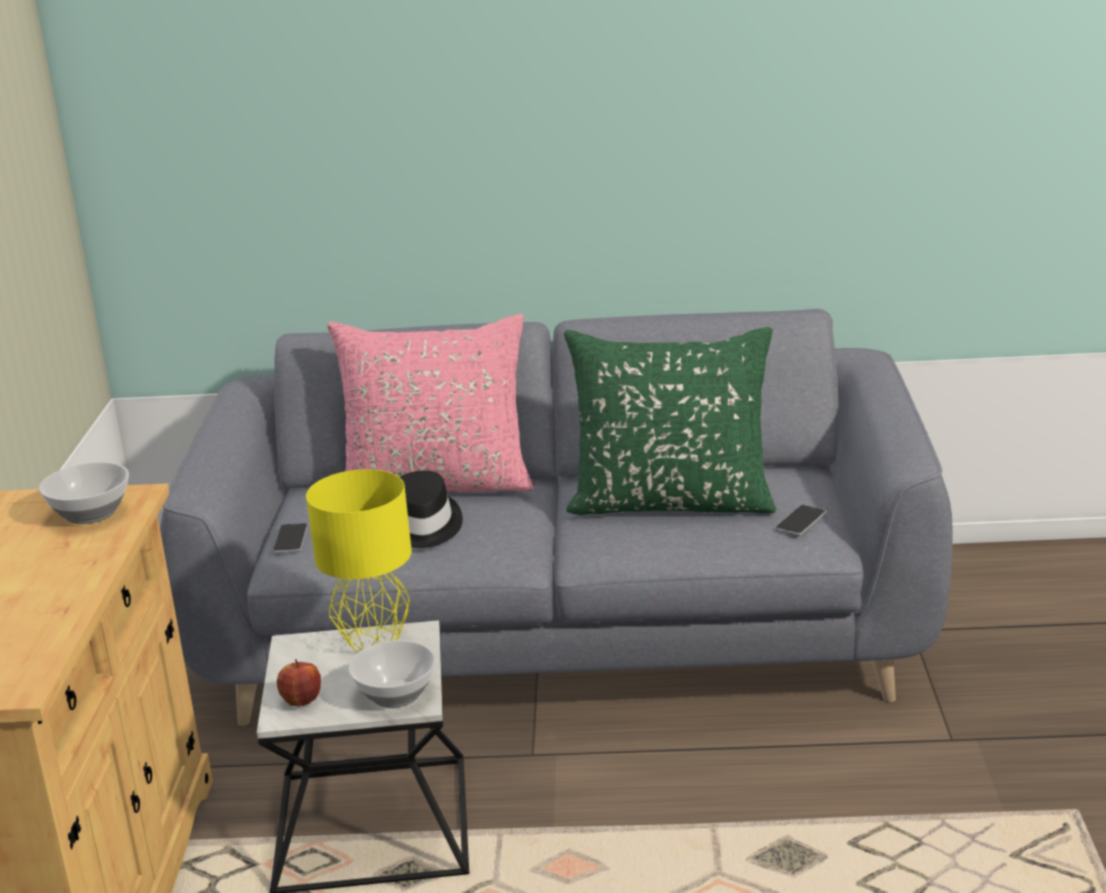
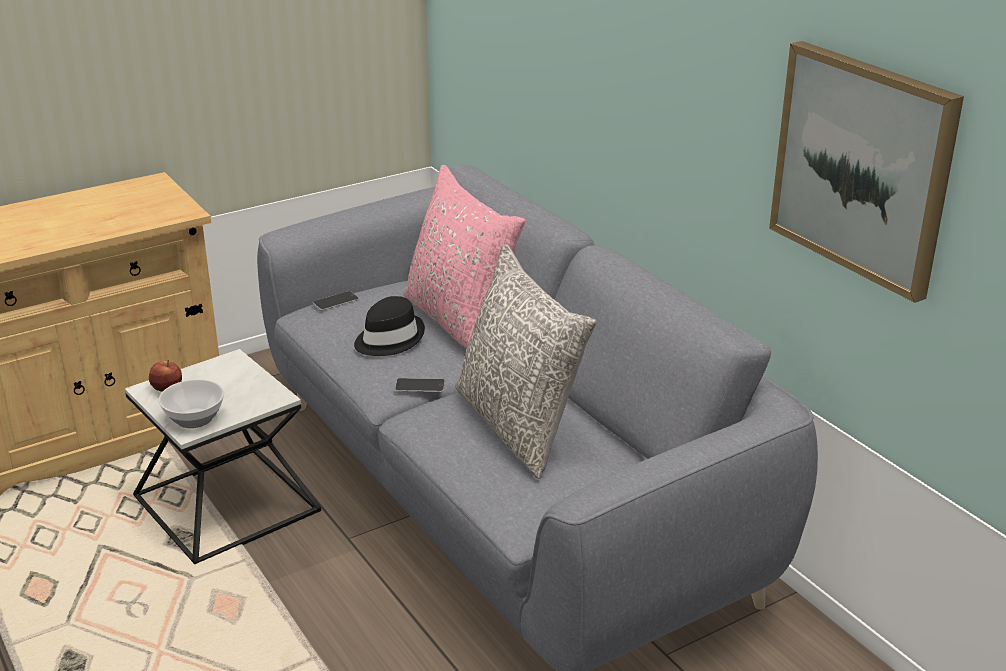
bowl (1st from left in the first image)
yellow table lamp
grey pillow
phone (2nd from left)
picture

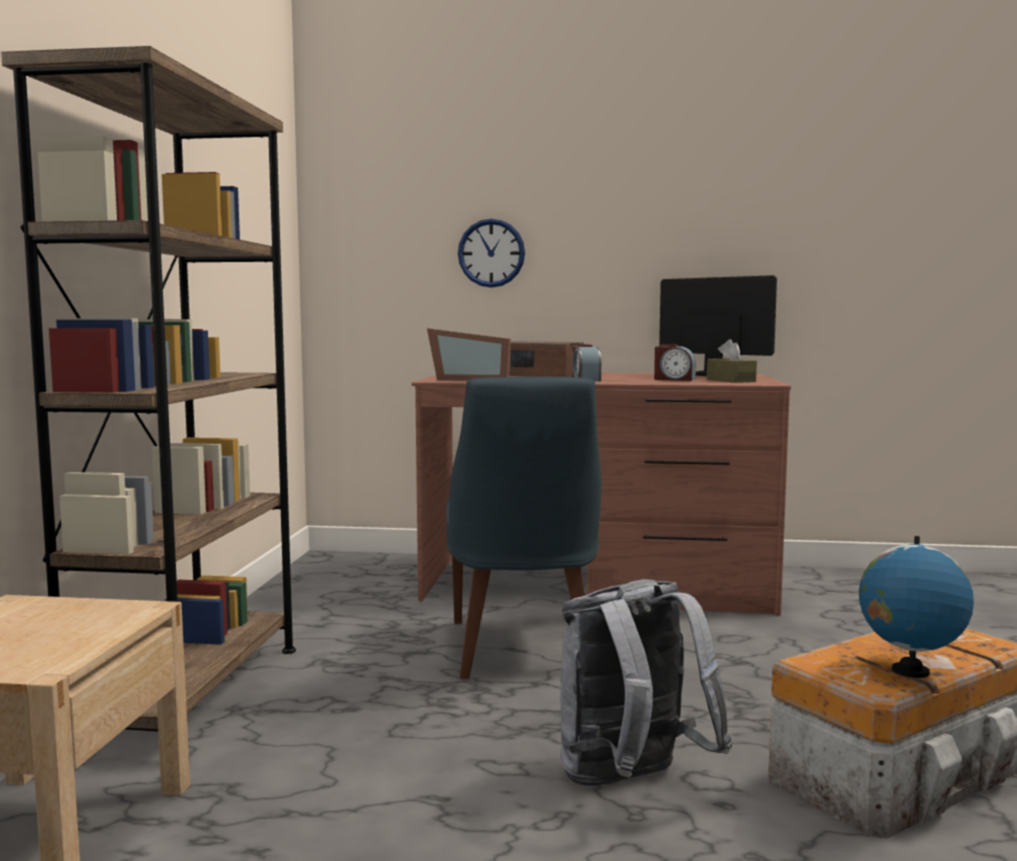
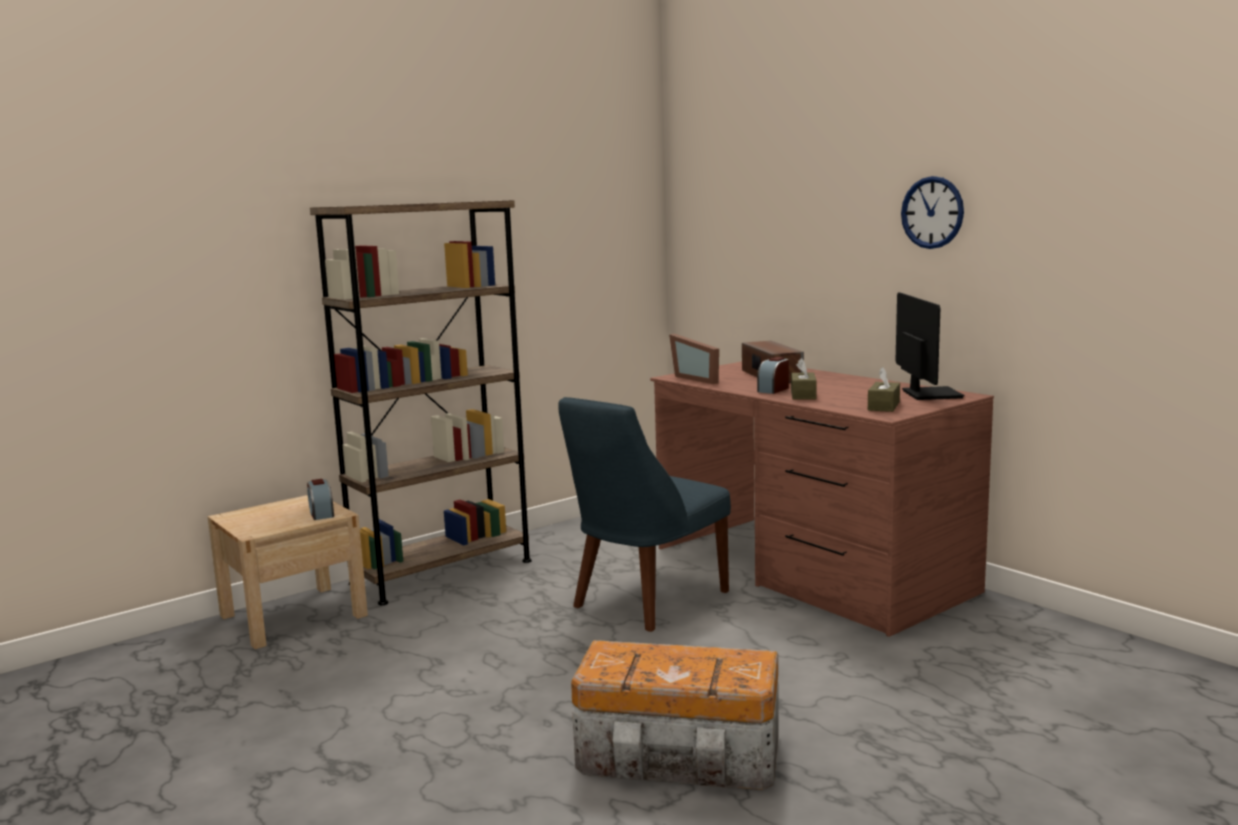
wall clock
grey backpack
alarm clock (1st from left)
globe
brown tissue box (1st from left)

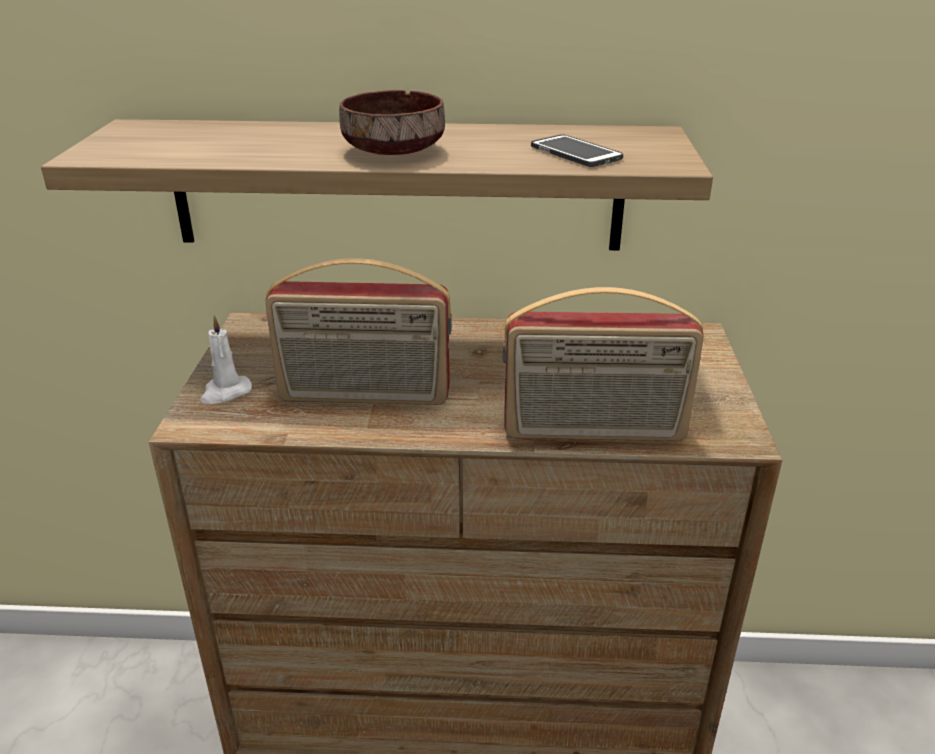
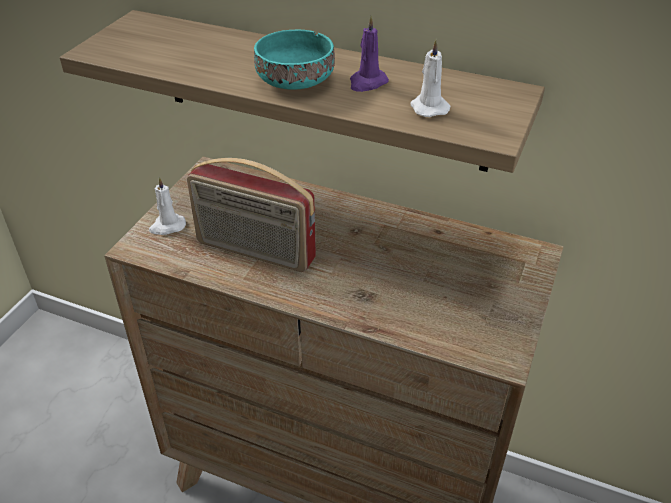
turquoise bowl
radio (2nd from left in the first image)
white candle (2nd from left)
purple candle

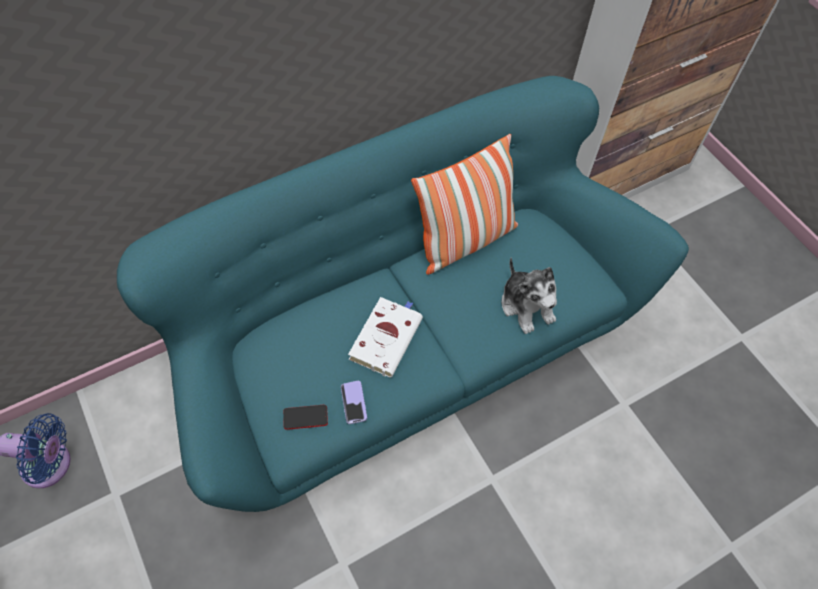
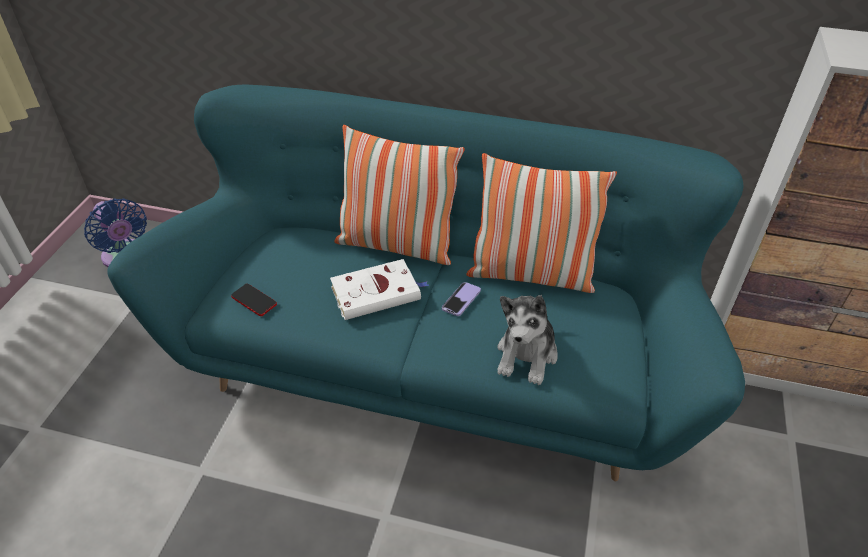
phone (2nd from left)
pillow (1st from left)

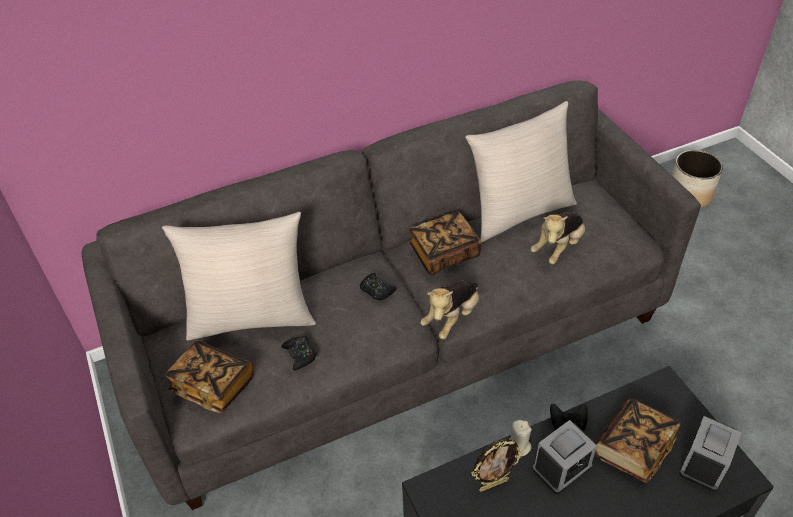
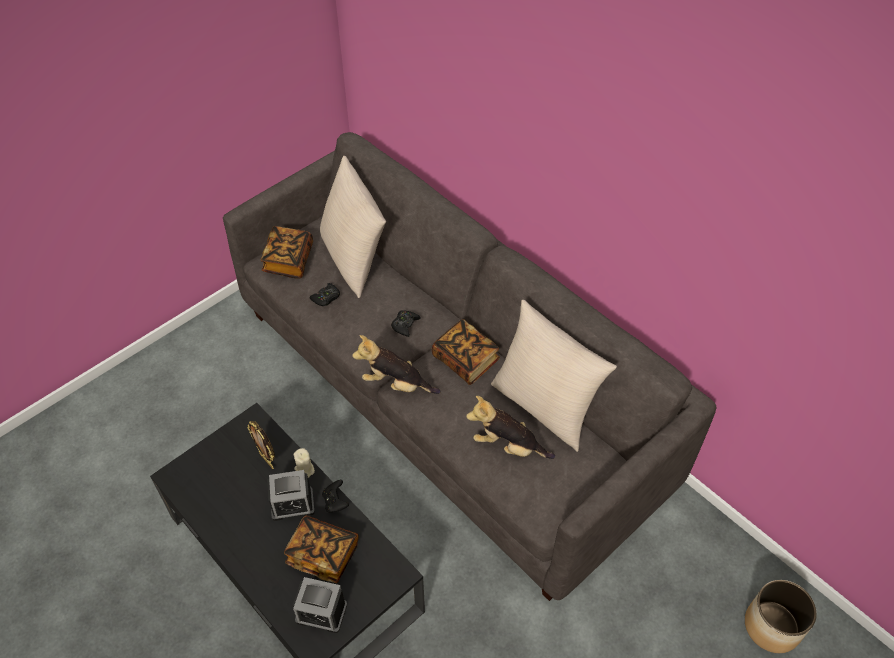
alarm clock (1st from left)

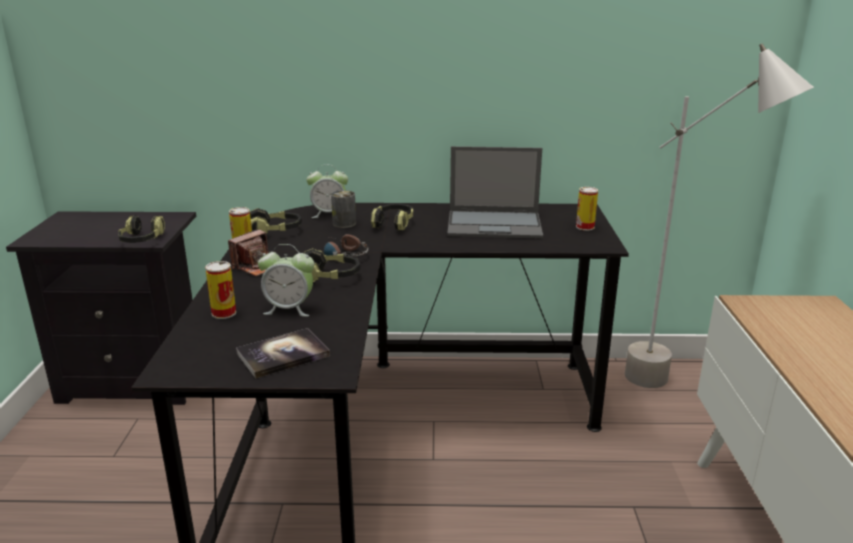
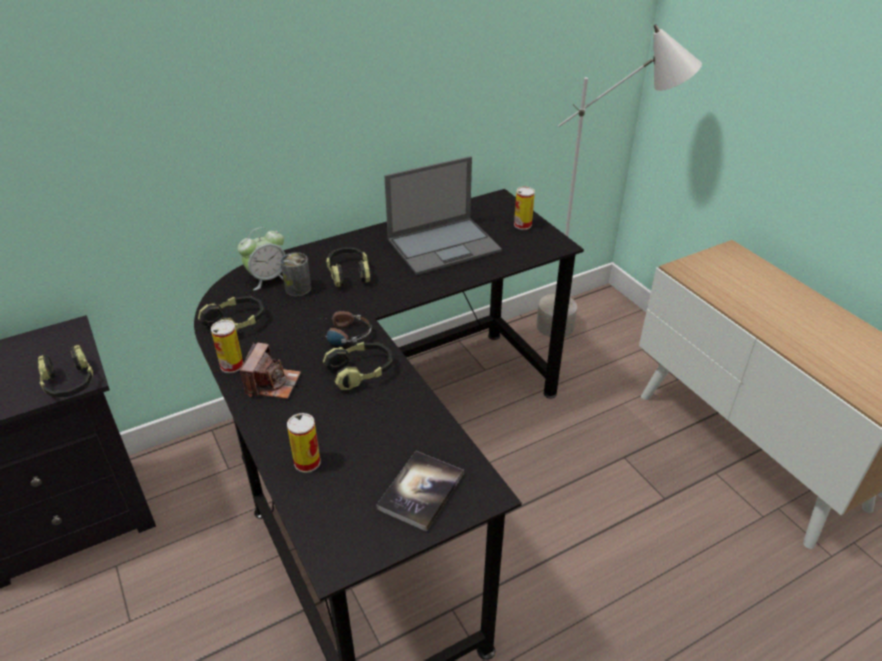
alarm clock (1st from left in the first image)

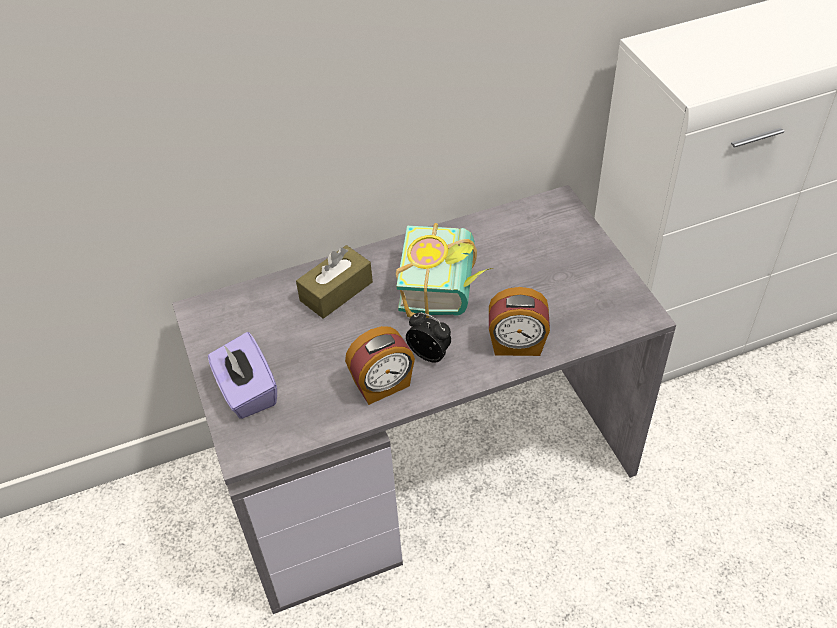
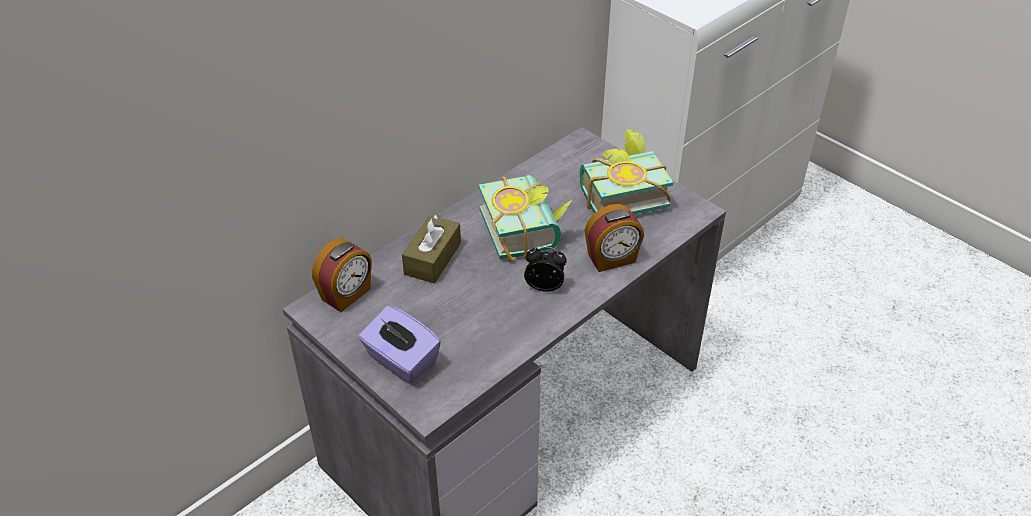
alarm clock (1st from left)
book (2nd from left)

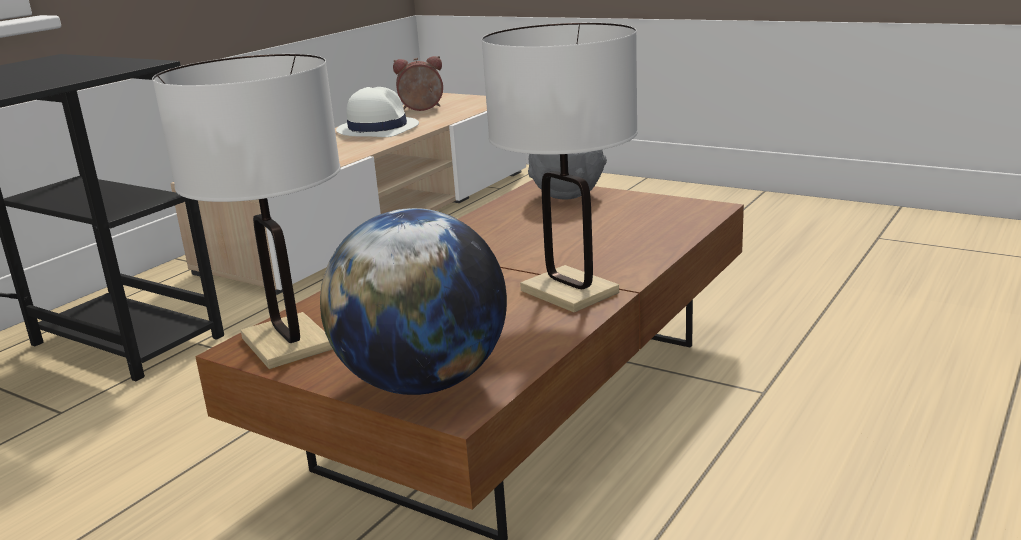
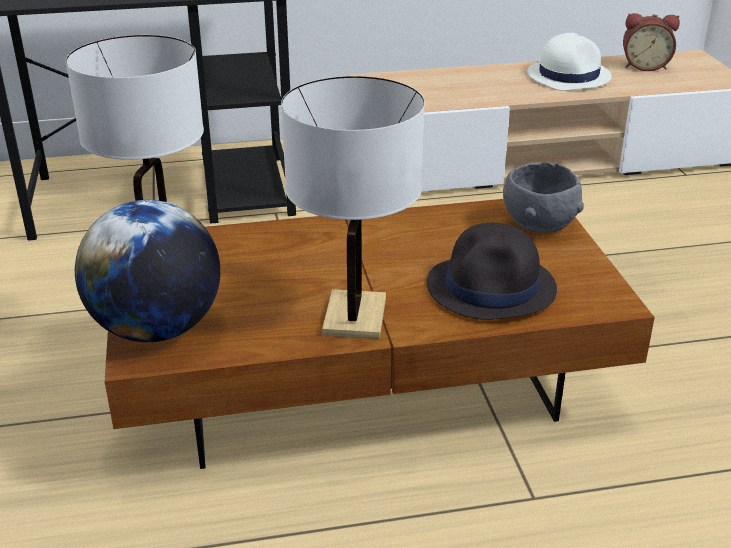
alarm clock
black hat

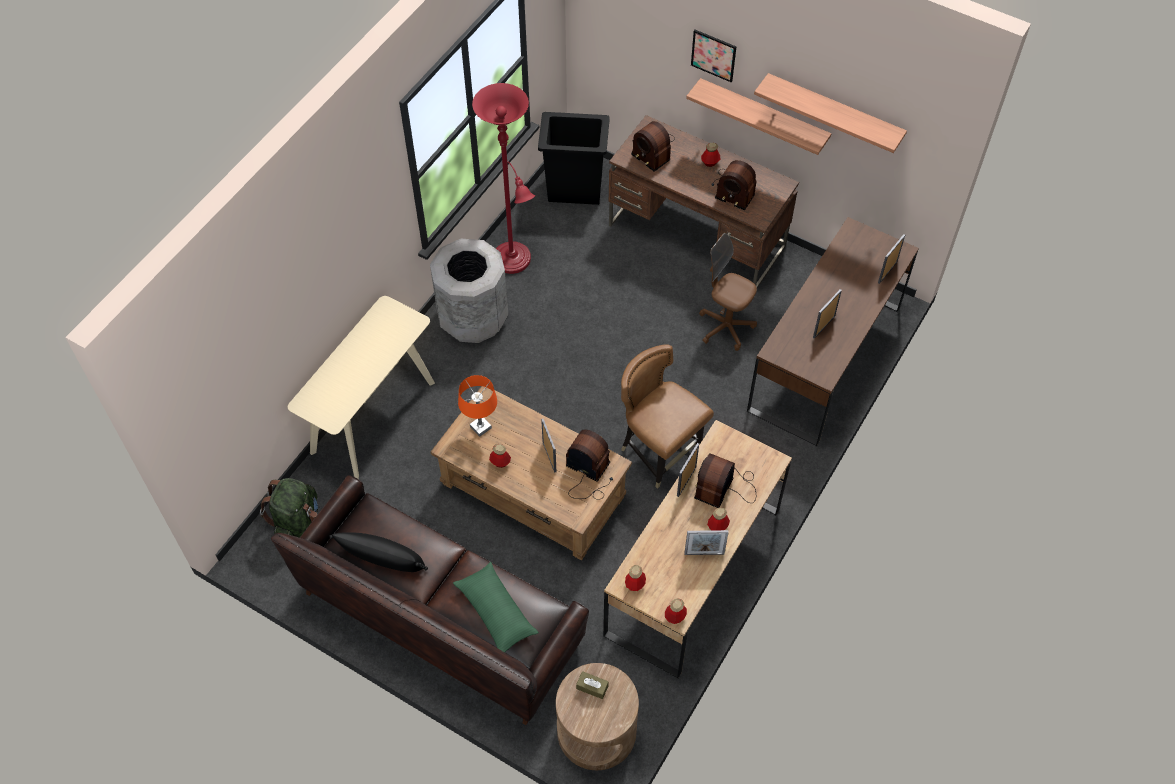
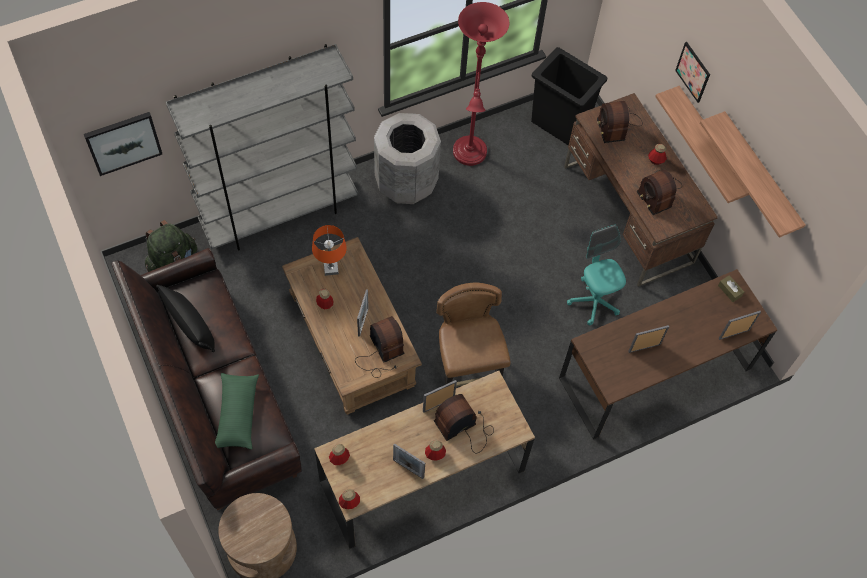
grey bookcase
brown tissue box
turquoise office chair
picture (1st from left)

